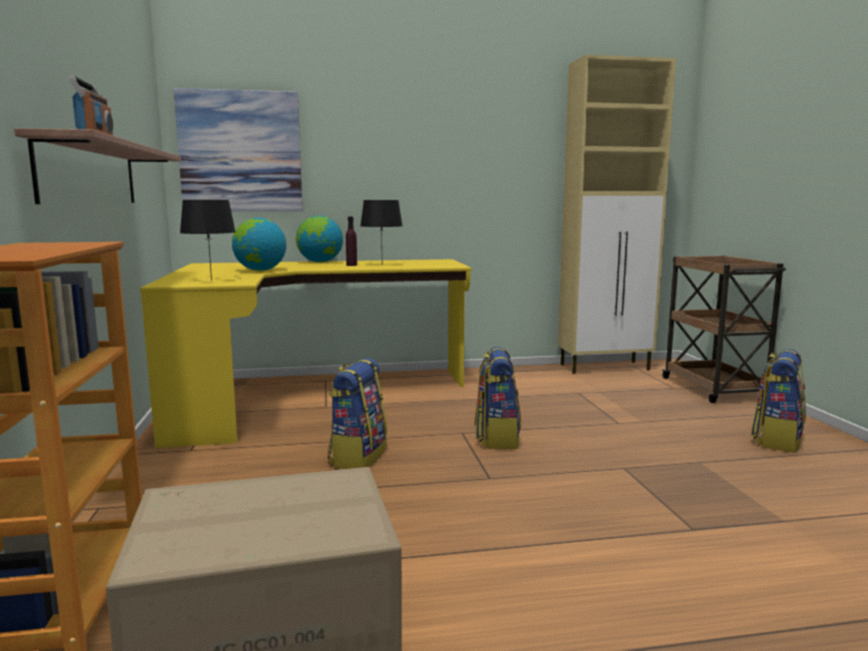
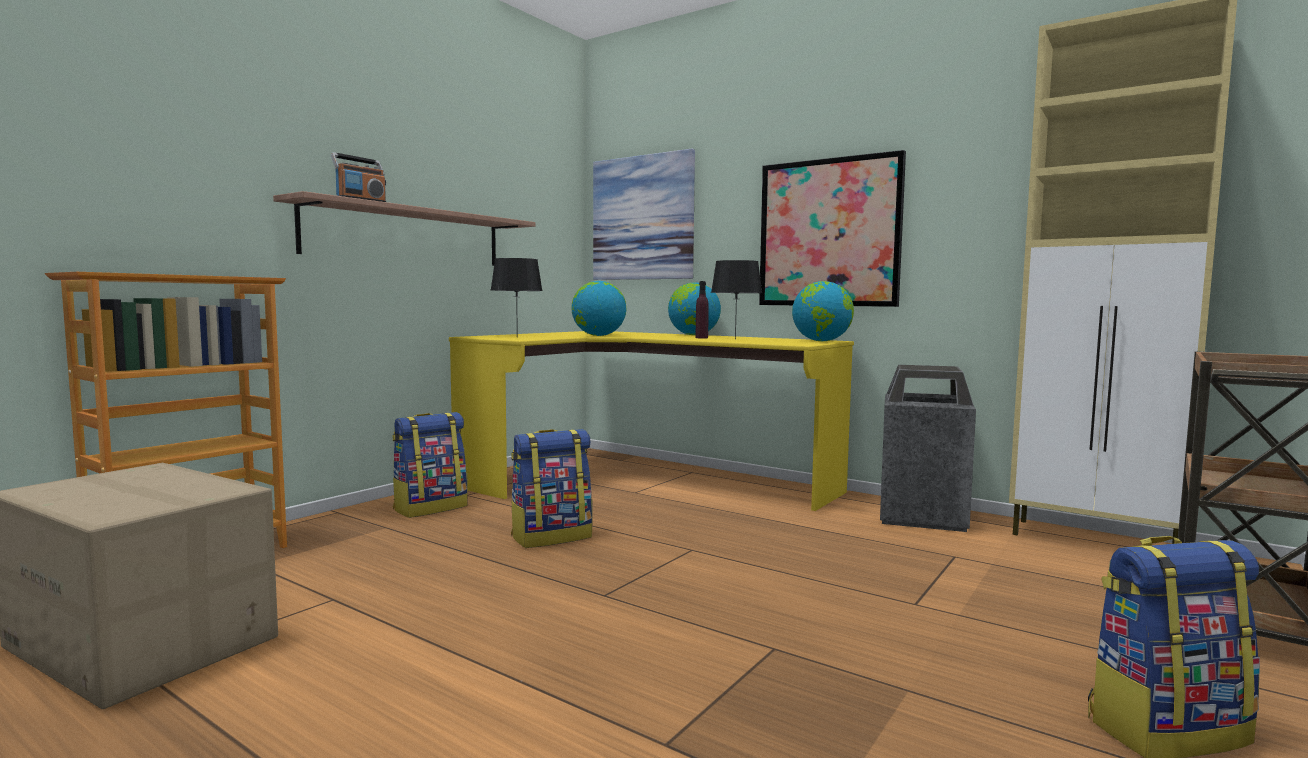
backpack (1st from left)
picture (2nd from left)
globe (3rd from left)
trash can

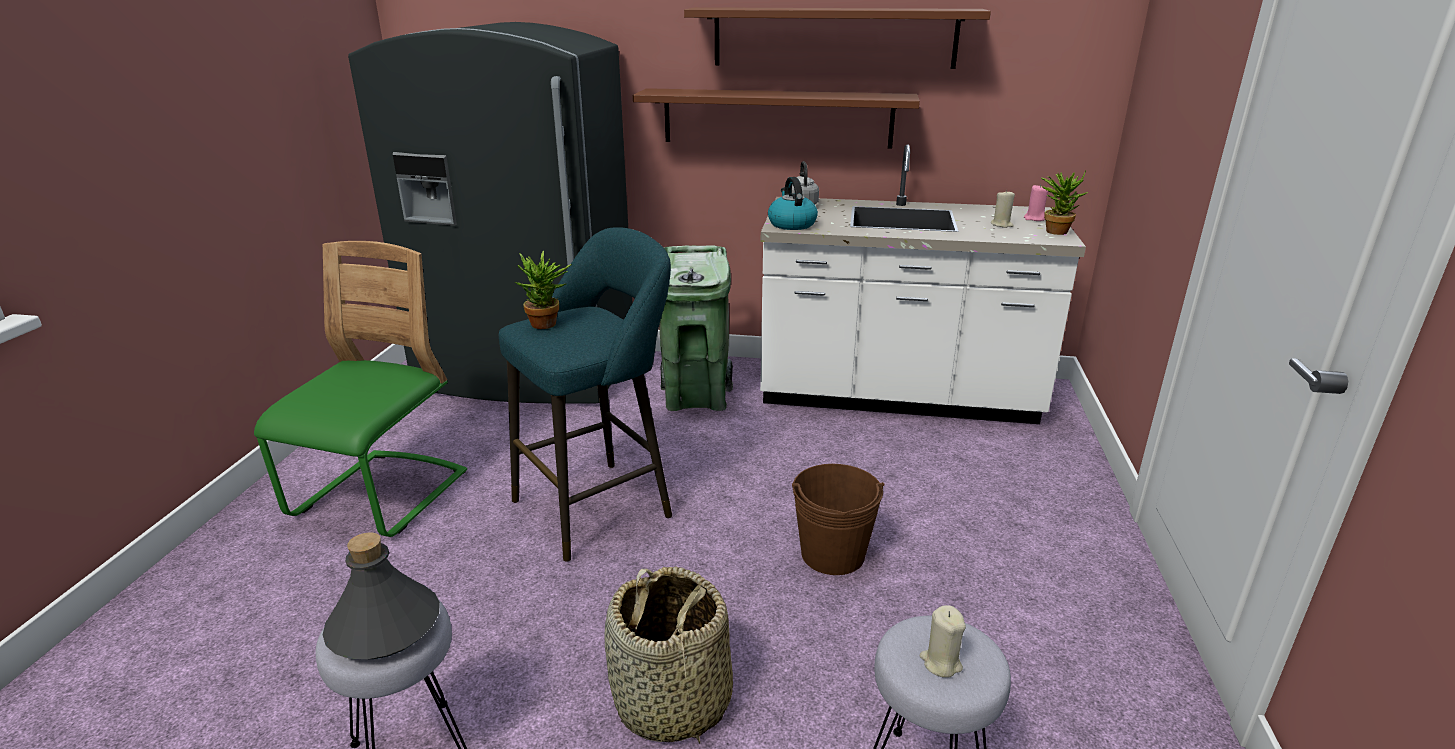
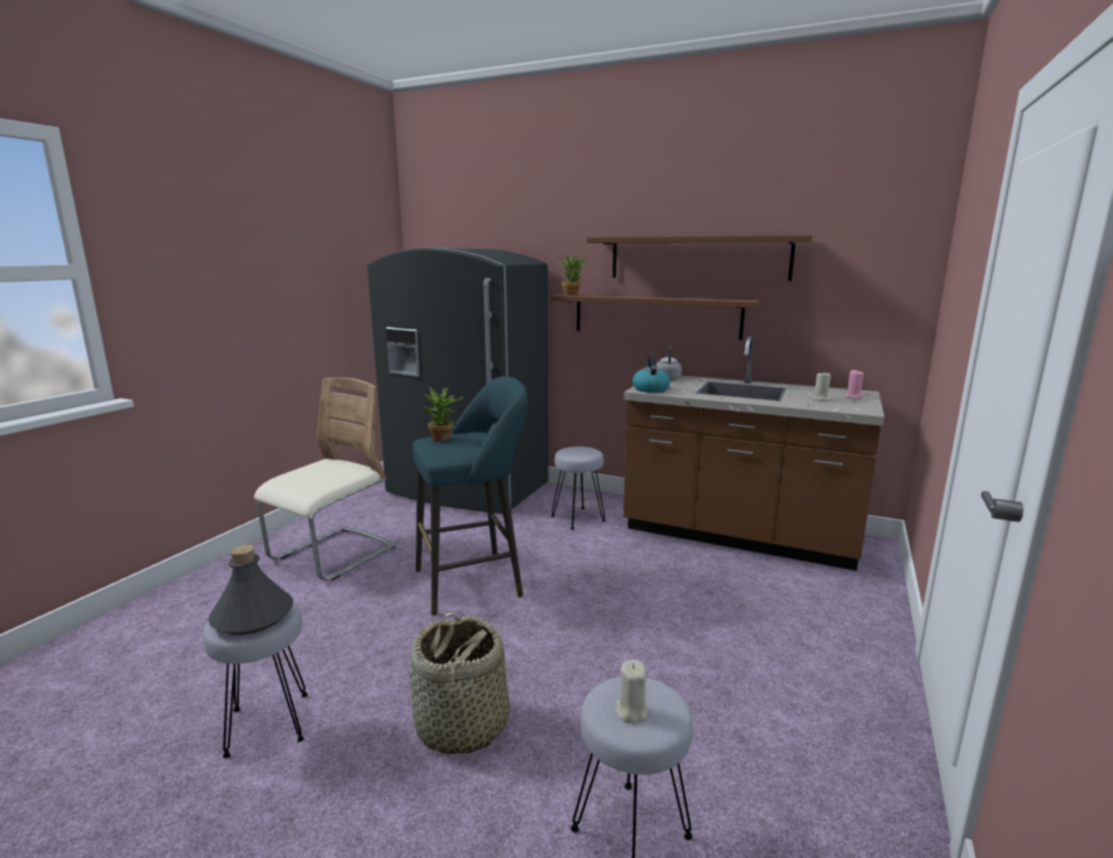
beige chair
grey stool (2nd from left)
brown counter
brown bucket
potted plant (2nd from left)

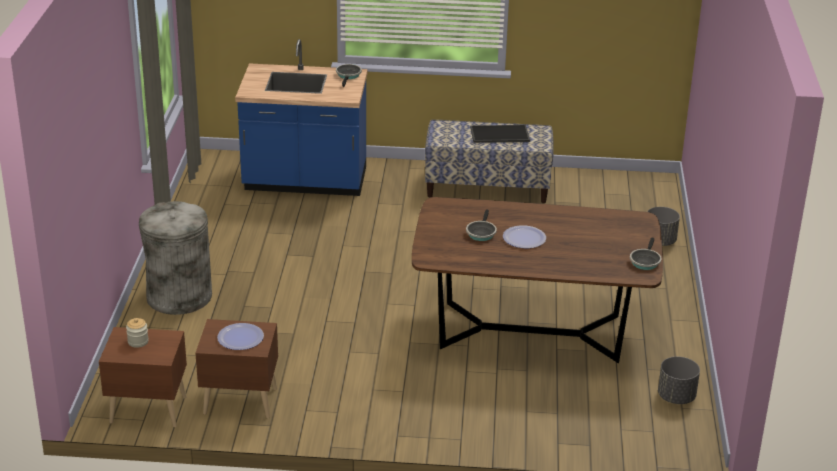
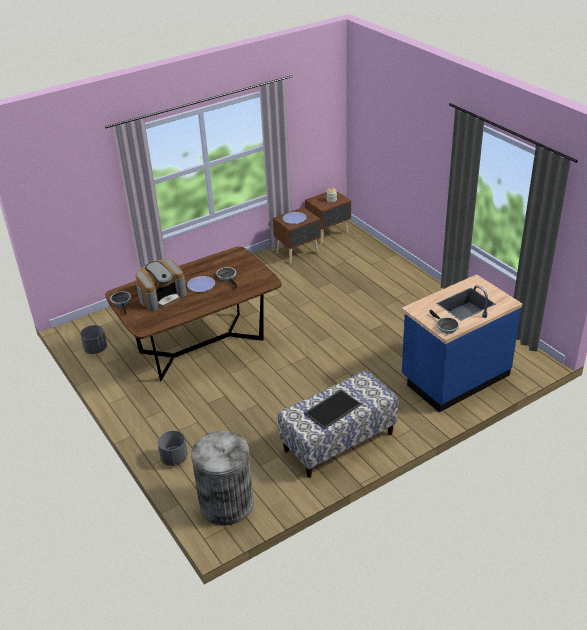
grey trash can
coffee machine

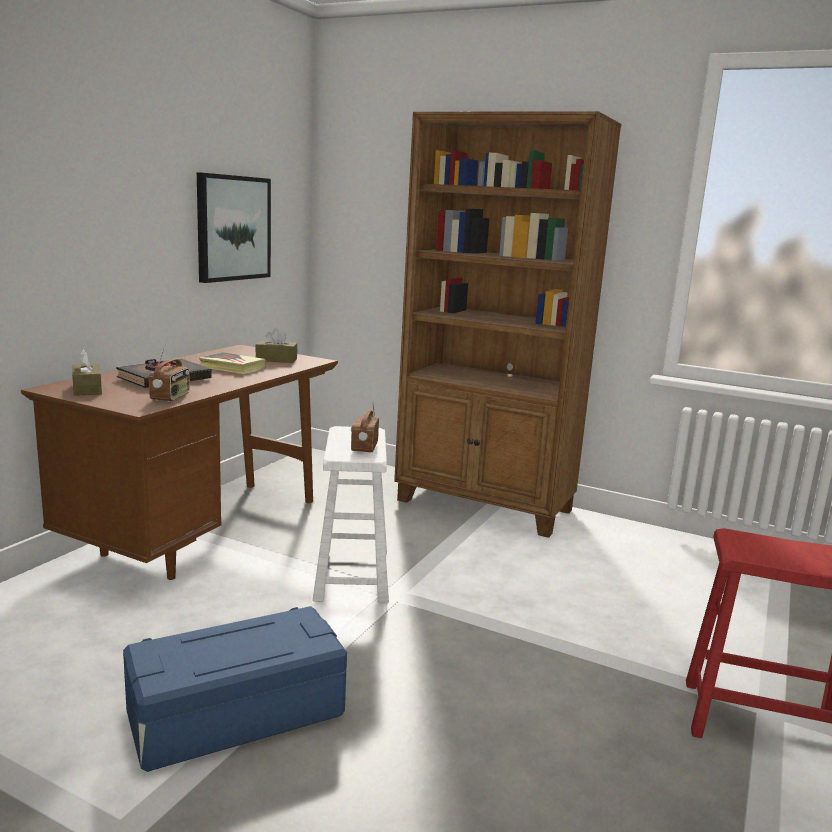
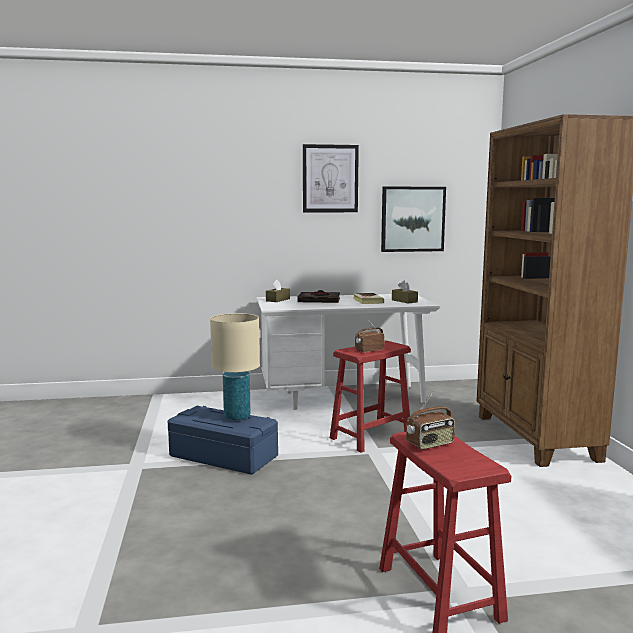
white desk
radio (2nd from left)
red stool (1st from left)
beige table lamp
picture (1st from left)

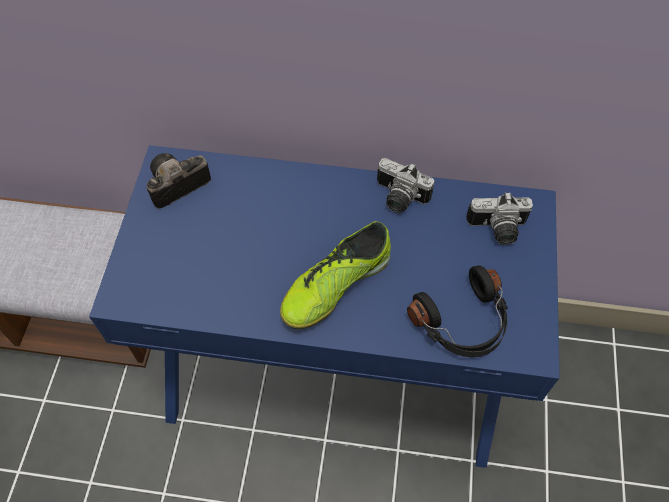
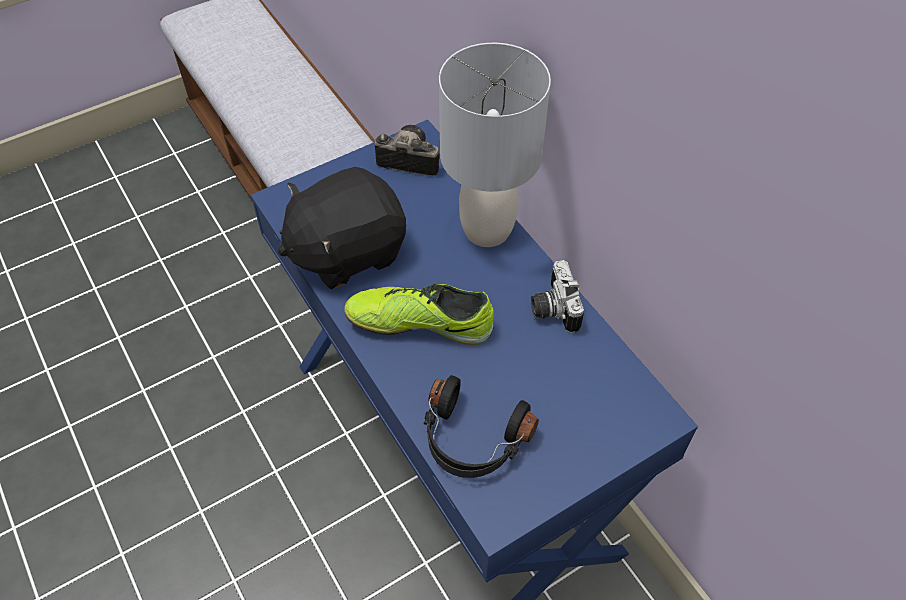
photo camera (3rd from left in the first image)
black plush toy
grey table lamp

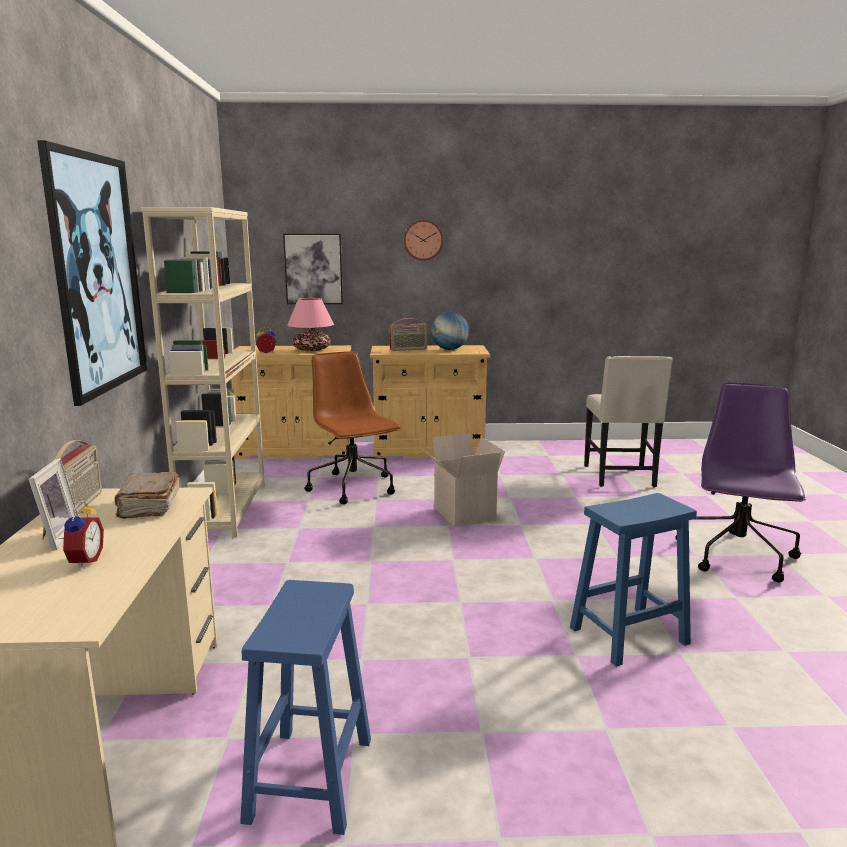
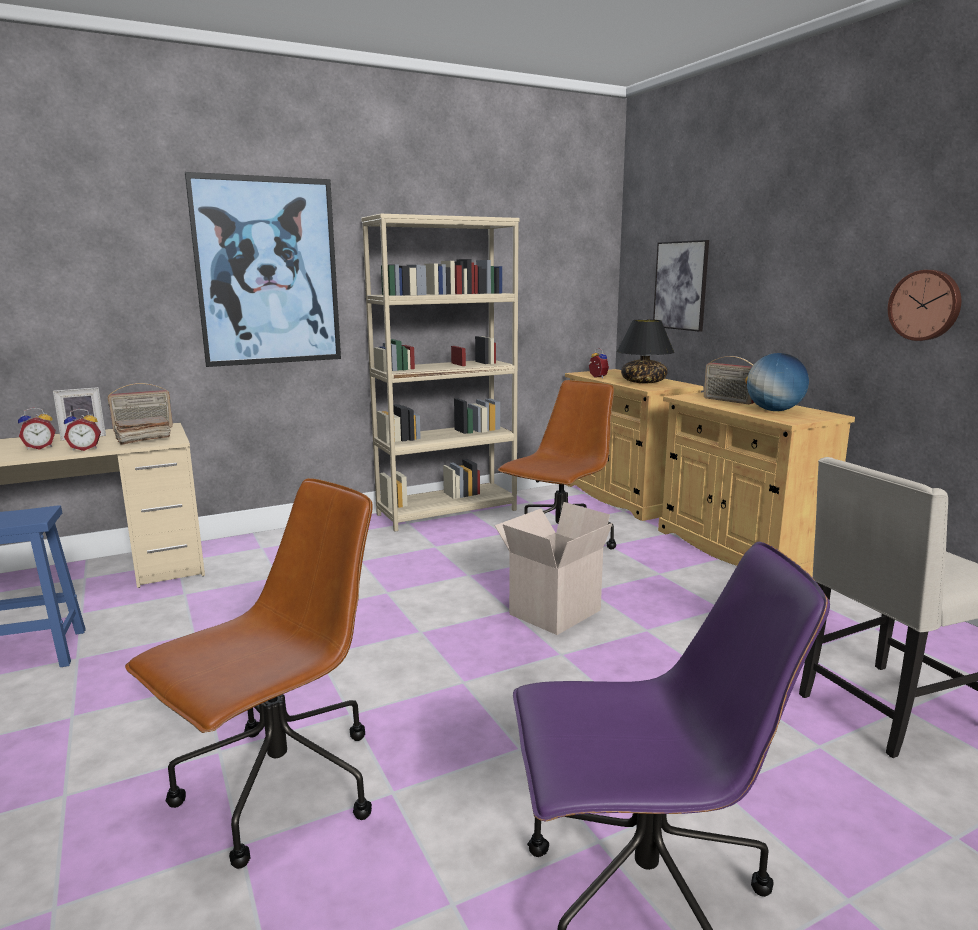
black table lamp
wall clock
brown office chair (1st from left)
alarm clock (2nd from left)

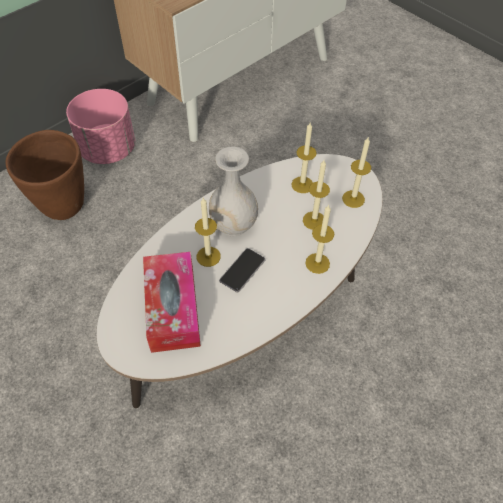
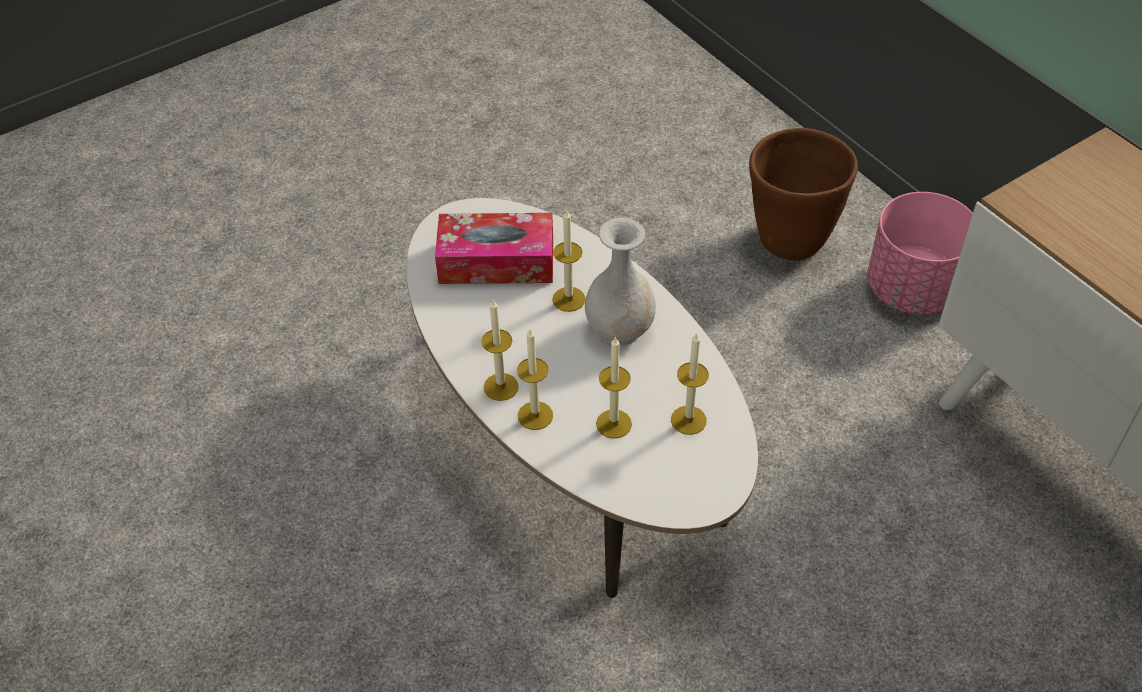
phone
candle (1st from left)

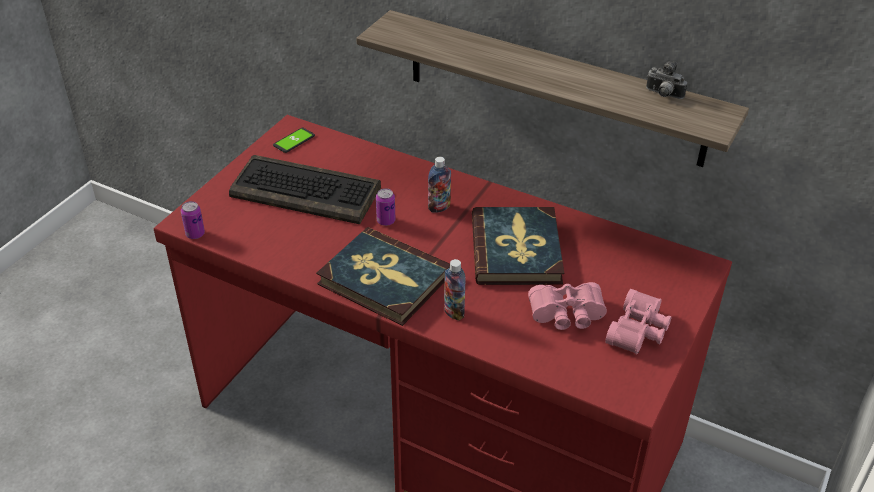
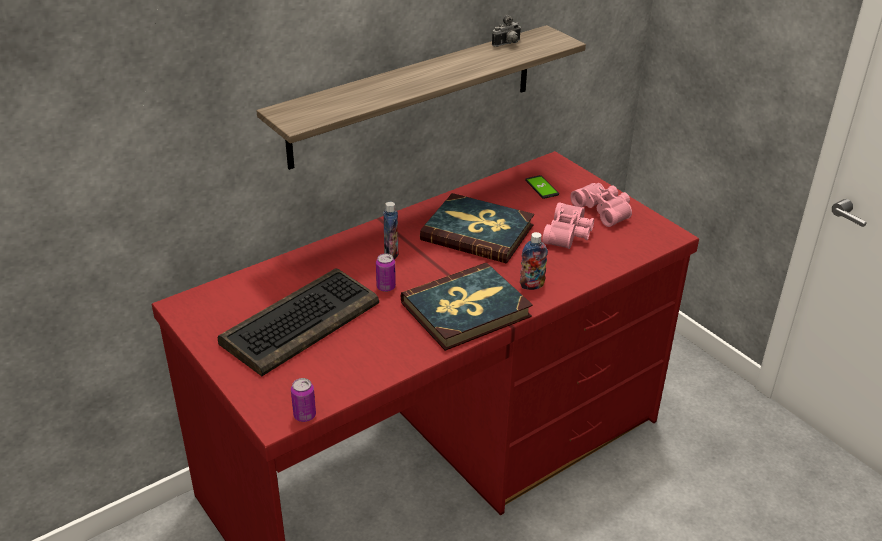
phone

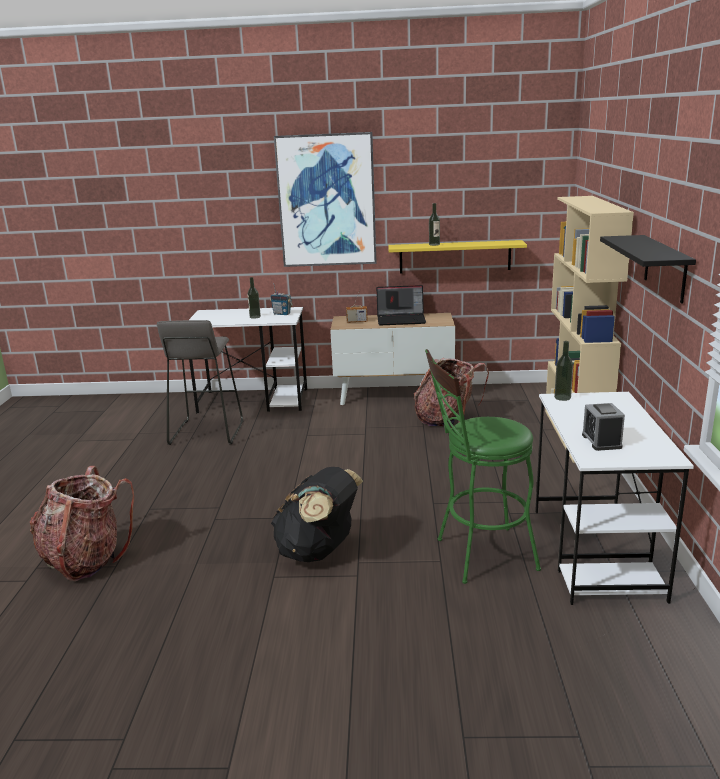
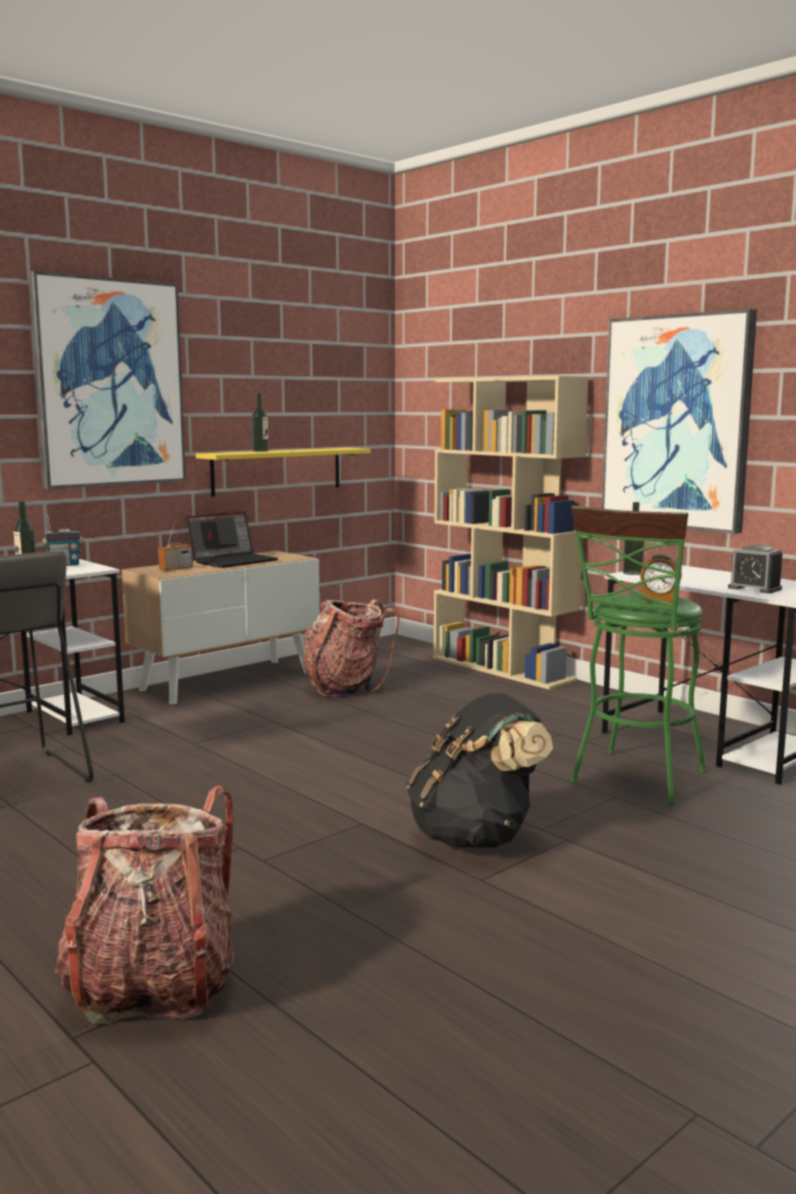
picture (2nd from left)
alarm clock (1st from left)

